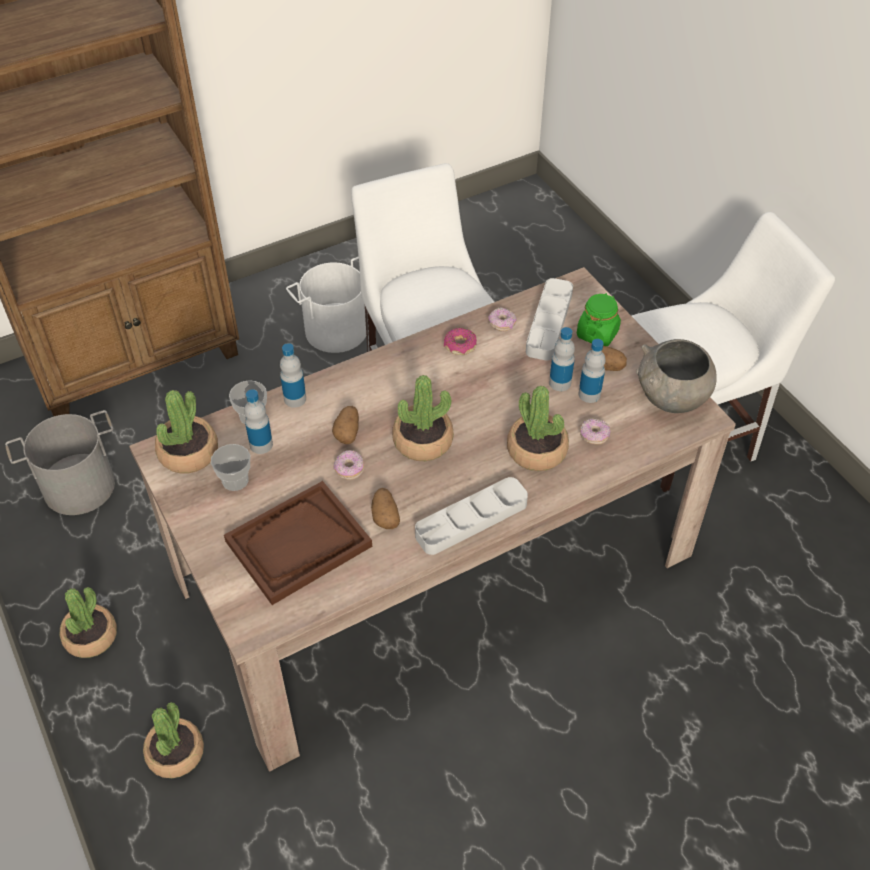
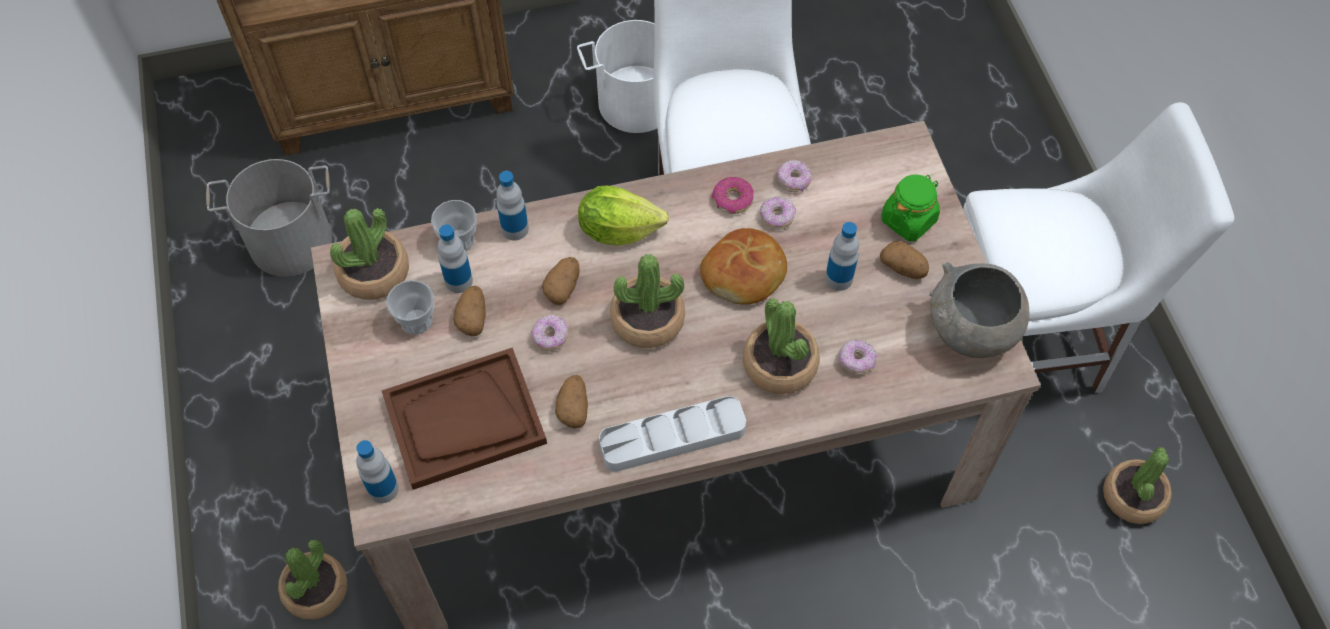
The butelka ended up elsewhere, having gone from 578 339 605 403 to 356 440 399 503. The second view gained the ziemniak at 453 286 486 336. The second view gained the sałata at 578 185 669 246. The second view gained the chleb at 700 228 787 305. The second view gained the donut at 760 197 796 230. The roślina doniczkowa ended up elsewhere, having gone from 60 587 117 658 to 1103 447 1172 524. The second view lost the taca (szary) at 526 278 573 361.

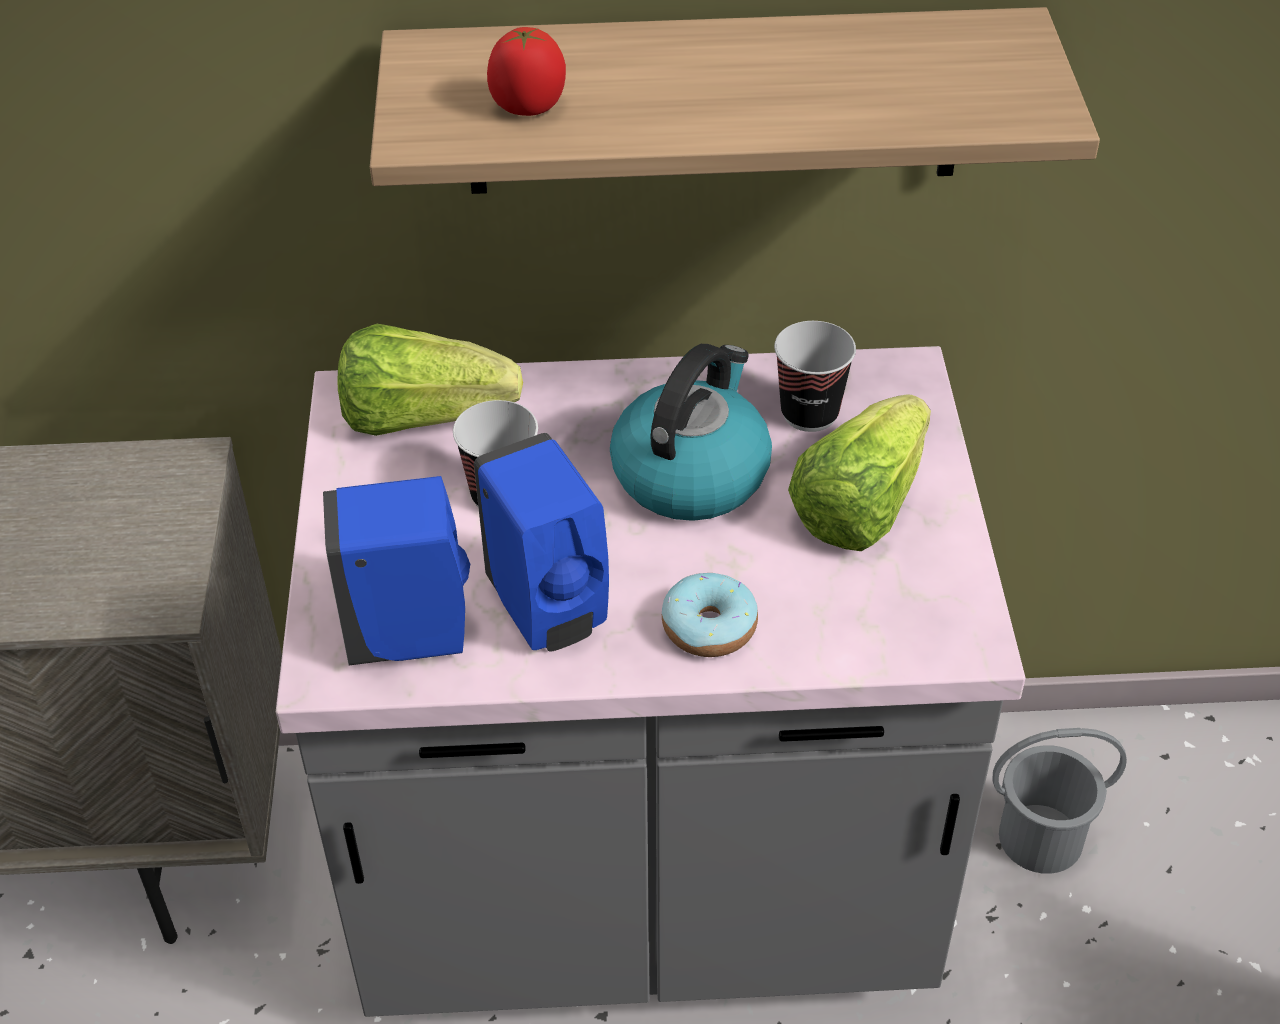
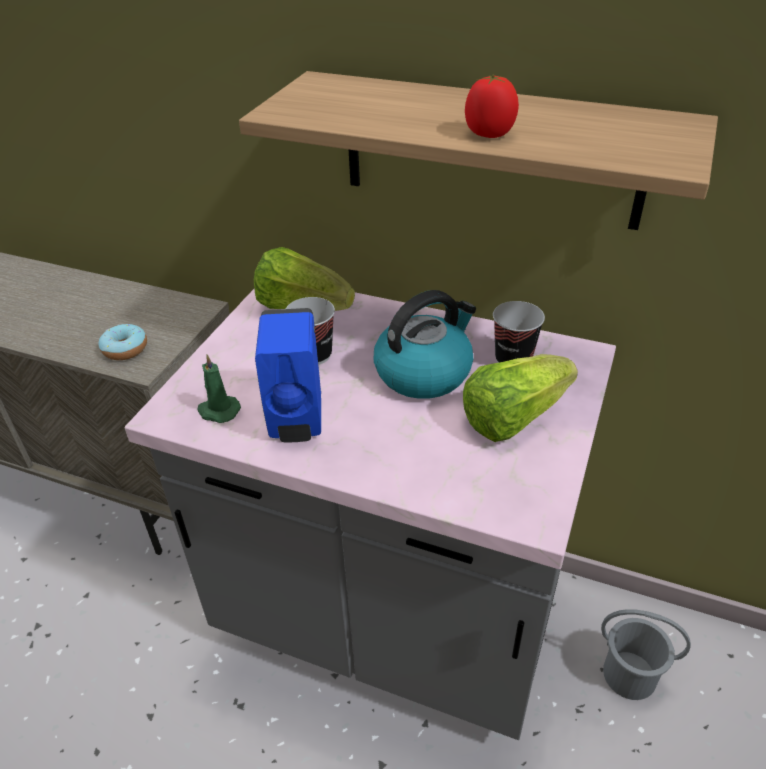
The donut ended up elsewhere, having gone from 662 573 758 657 to 98 324 147 360. Where the dozownik mydła (niebieski) stood at 323 476 470 665, the świeca (zielony) came to stand at 197 354 241 423. The pomidor ended up elsewhere, having gone from 487 27 566 116 to 465 75 519 138.

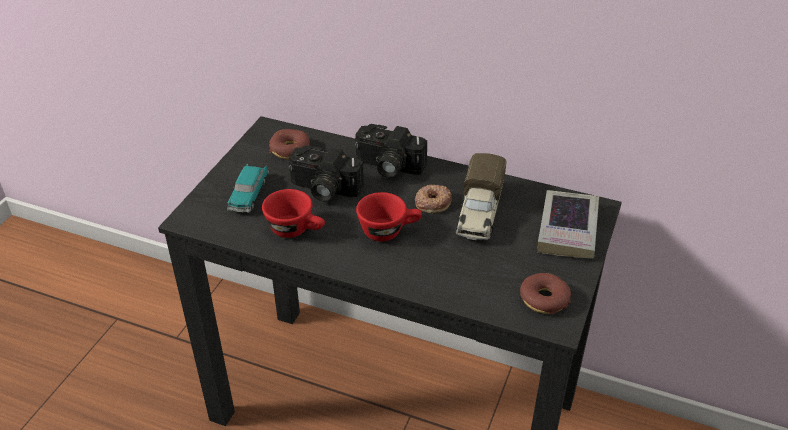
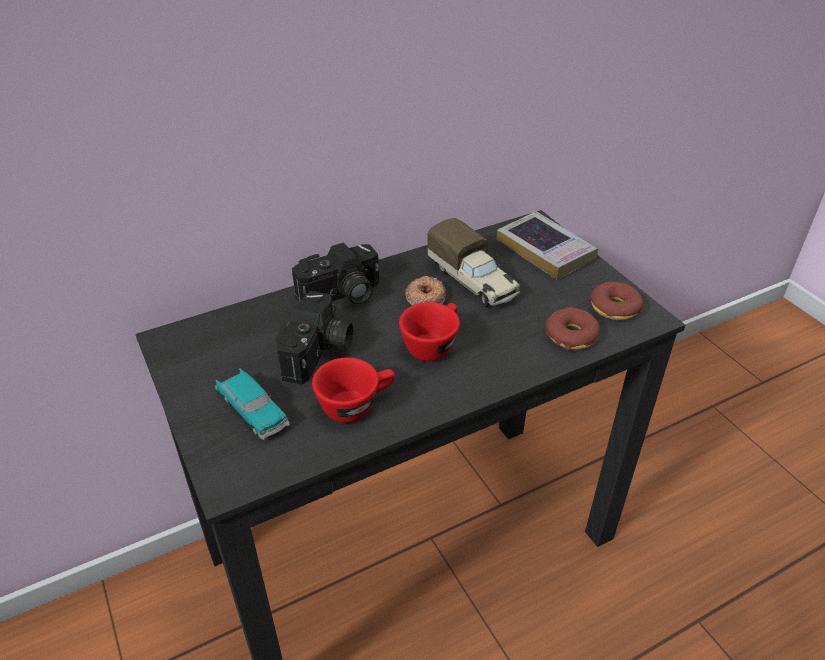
The aparat fotograficzny at 288 145 364 202 ended up facing another way, 45 degrees counterclockwise from before. The donut ended up elsewhere, having gone from 269 129 310 159 to 546 307 600 351.

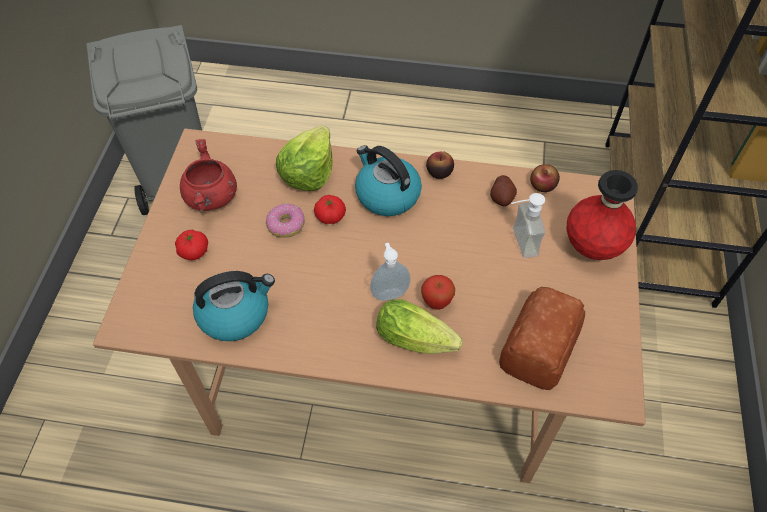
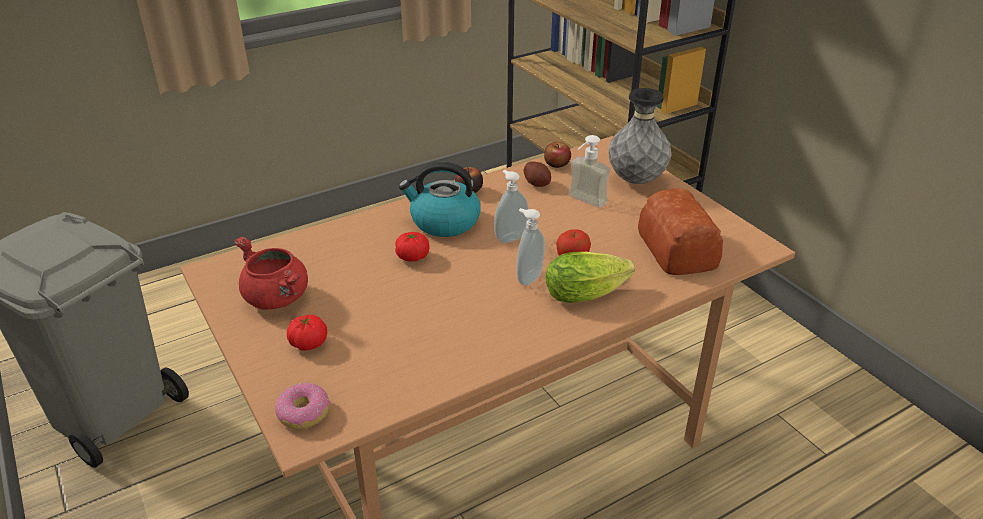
The donut ended up elsewhere, having gone from 266 204 305 238 to 275 382 330 430. The second view gained the dozownik mydła at 494 170 529 243. What was the wazon (czerwony) at 566 170 638 260 turned into the wazon (szary) at 609 88 672 184. The second view lost the czajnik at 193 271 275 341. The second view lost the sałata at 276 126 333 191.

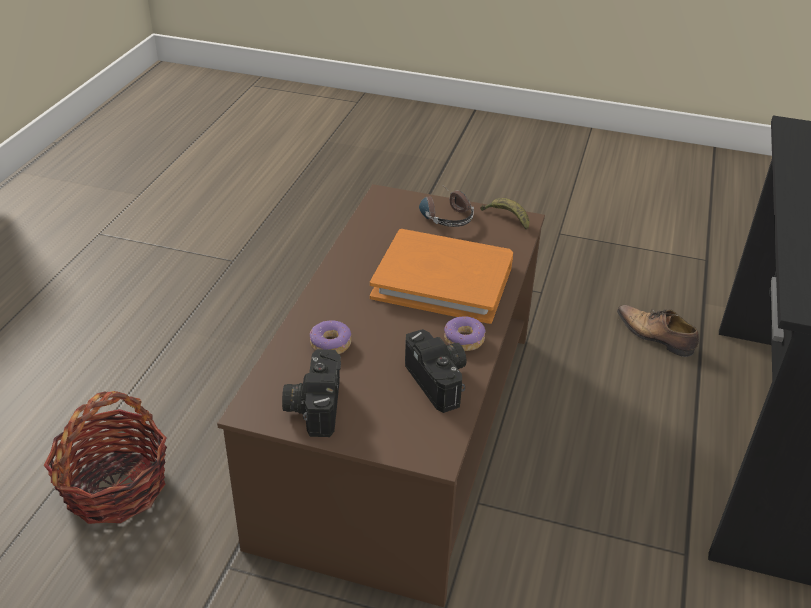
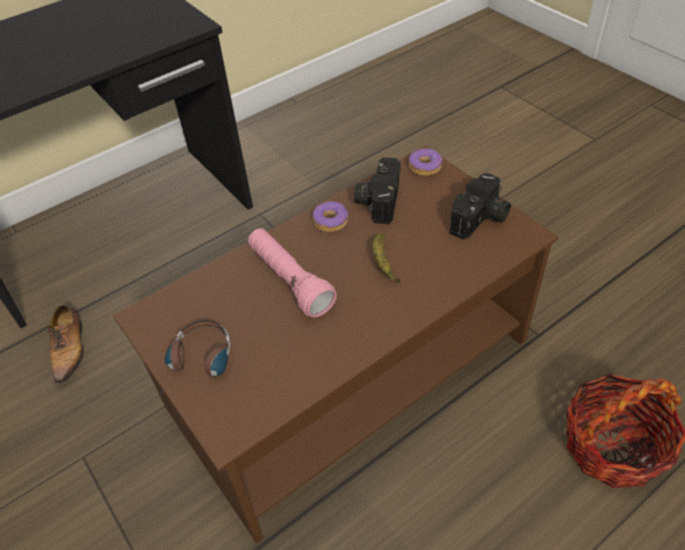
Where the książka (pomarańczowy) stood at 370 229 513 324, the latarka (różowy) came to stand at 248 228 337 317. The banan ended up elsewhere, having gone from 480 198 529 230 to 372 234 400 284. The donut ended up elsewhere, having gone from 310 320 351 354 to 409 149 443 176.

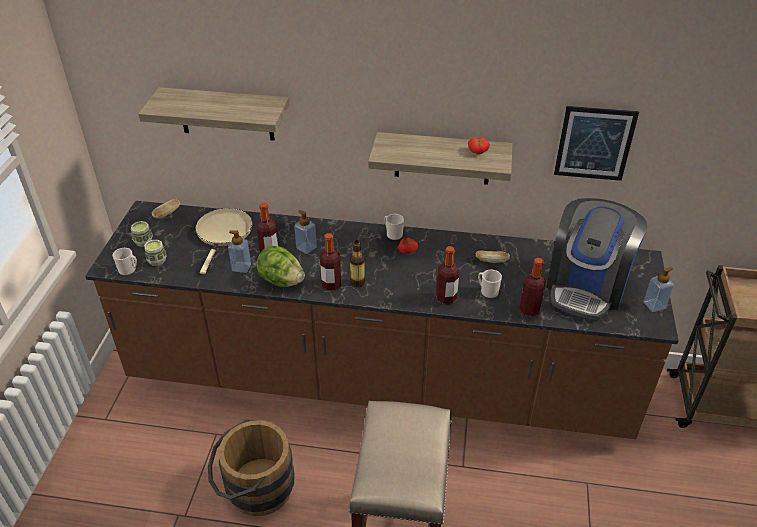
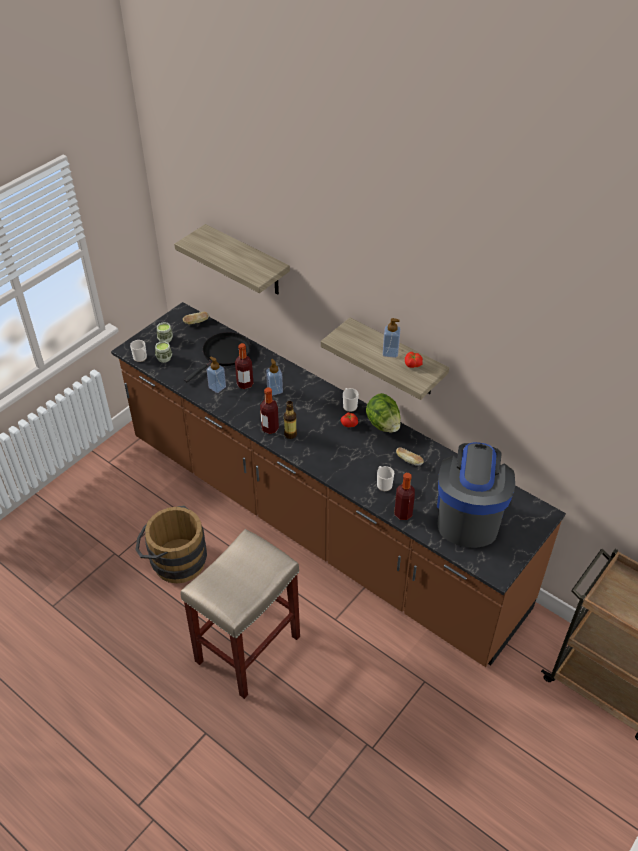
What was the patelnia (beżowy) at 195 208 252 274 turned into the patelnia (czarny) at 184 332 251 382. The sałata ended up elsewhere, having gone from 257 246 305 287 to 366 393 401 433. The dozownik mydła ended up elsewhere, having gone from 643 267 674 312 to 383 318 401 358. The ekspres do kawy at 546 198 647 320 ended up facing another way, 135 degrees clockwise from before. The second view lost the butelka at 436 246 459 305. The second view lost the obraz at 554 106 639 181.

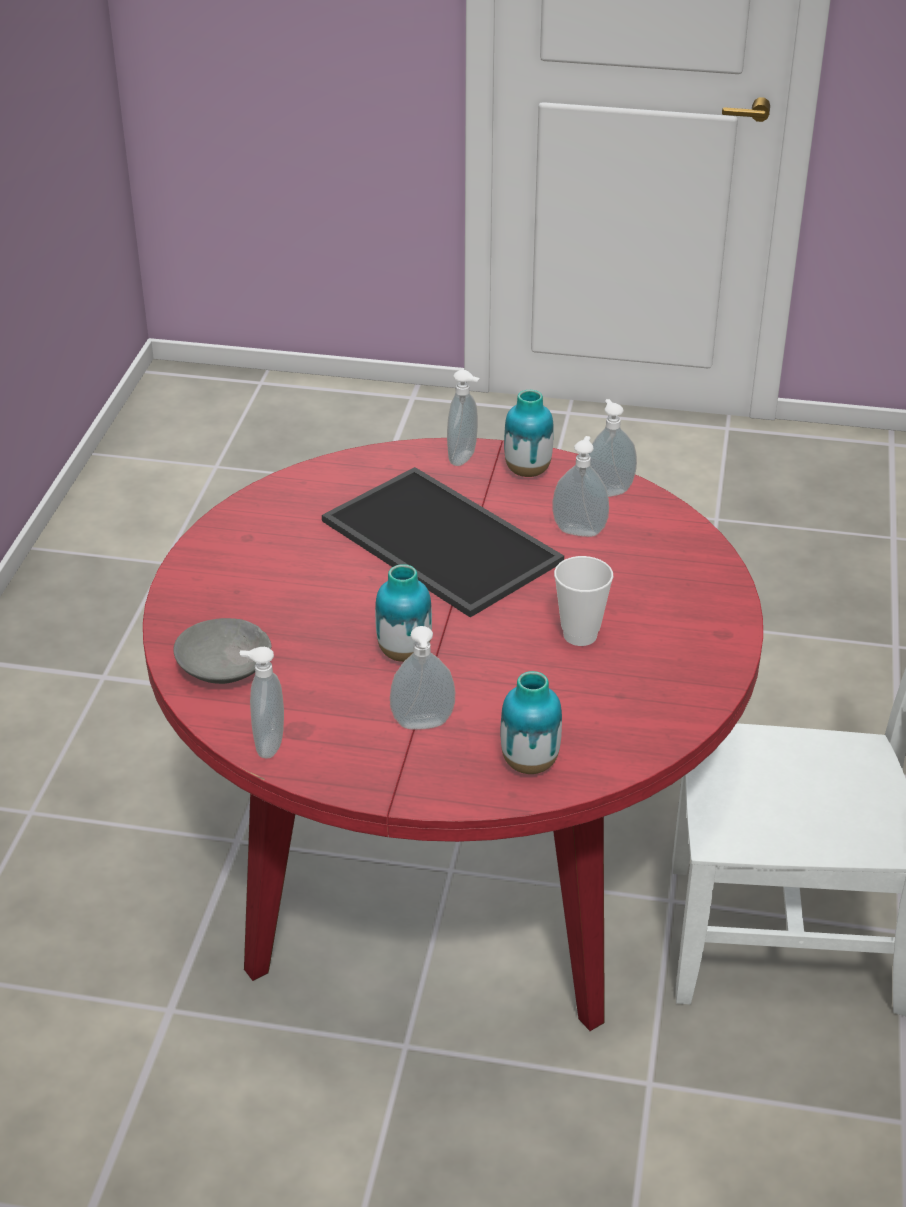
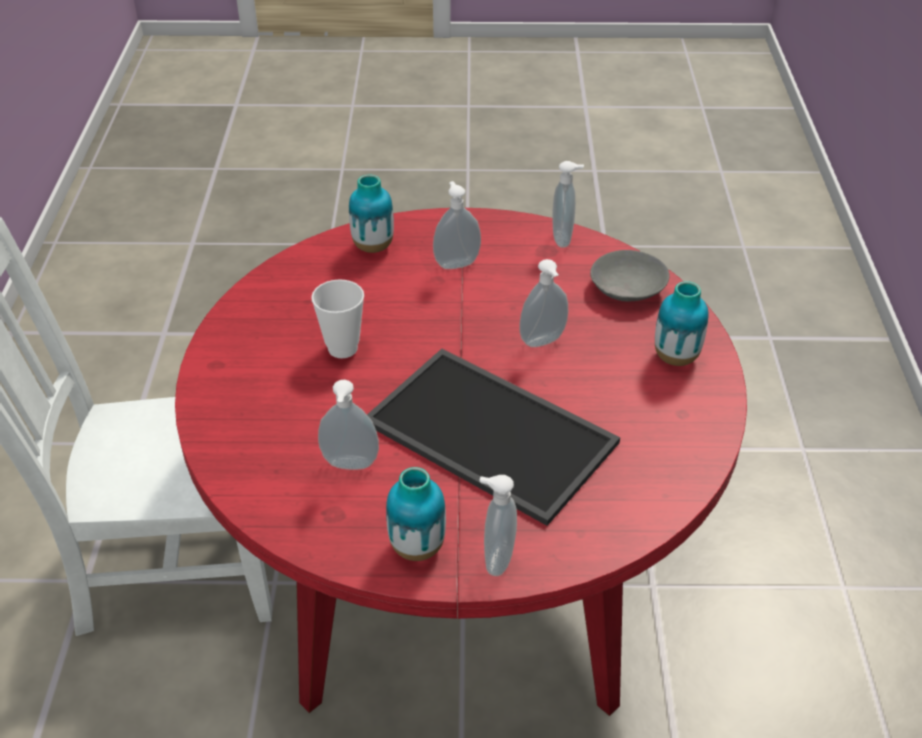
The dozownik mydła ended up elsewhere, having gone from 588 399 637 497 to 519 259 568 347. The wazon ended up elsewhere, having gone from 375 564 432 662 to 655 281 708 366.

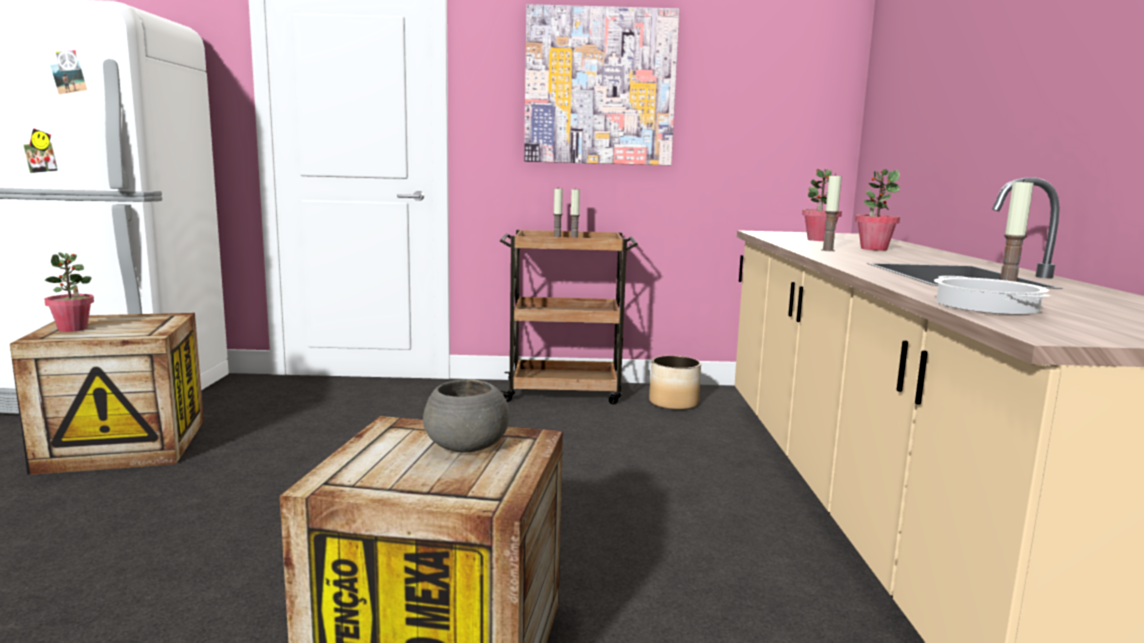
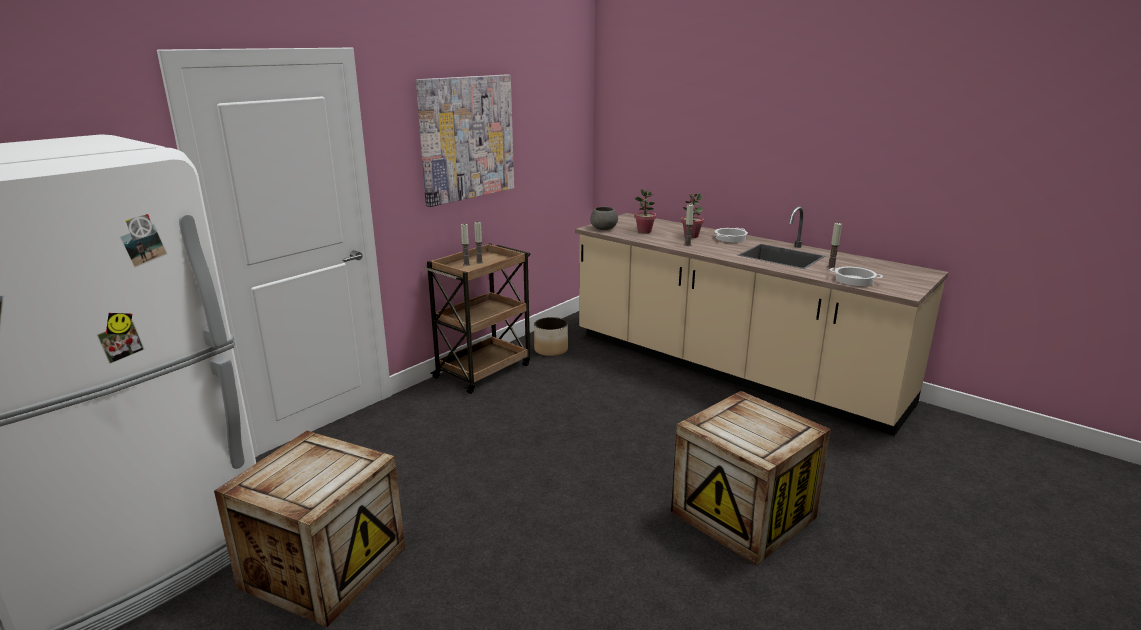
The miska (szary) ended up elsewhere, having gone from 423 379 510 453 to 590 207 618 230. The second view gained the garnek at 715 228 748 243. The second view lost the roślina doniczkowa at 44 252 94 332.

